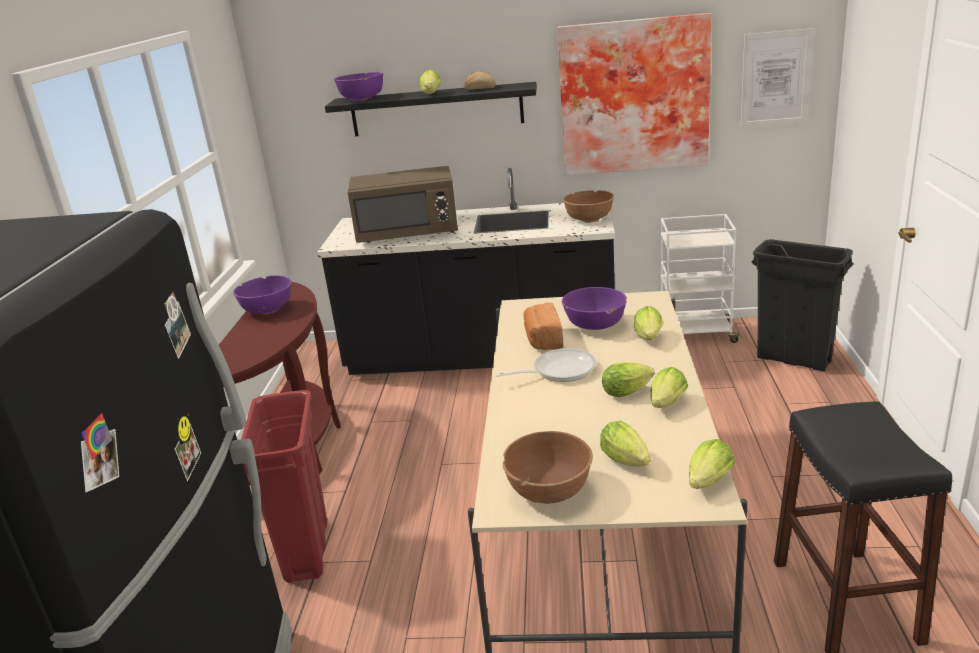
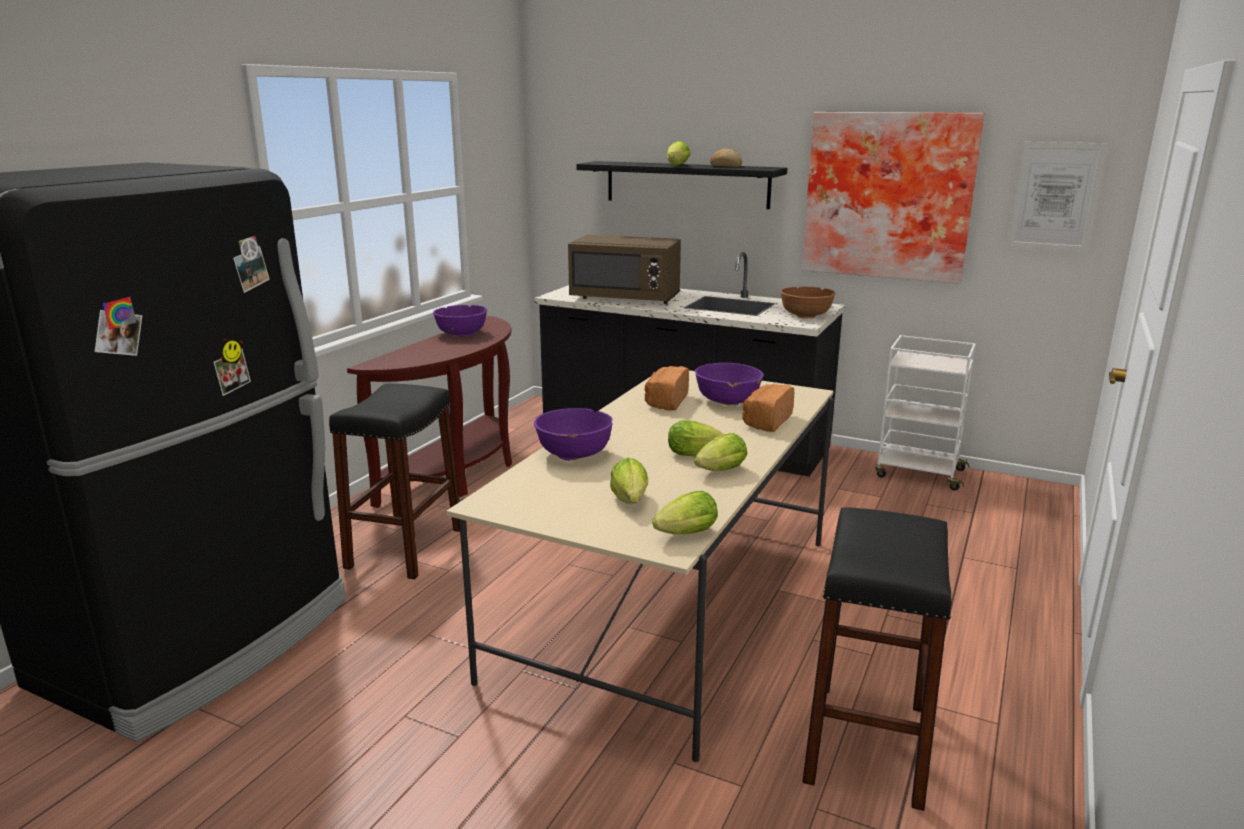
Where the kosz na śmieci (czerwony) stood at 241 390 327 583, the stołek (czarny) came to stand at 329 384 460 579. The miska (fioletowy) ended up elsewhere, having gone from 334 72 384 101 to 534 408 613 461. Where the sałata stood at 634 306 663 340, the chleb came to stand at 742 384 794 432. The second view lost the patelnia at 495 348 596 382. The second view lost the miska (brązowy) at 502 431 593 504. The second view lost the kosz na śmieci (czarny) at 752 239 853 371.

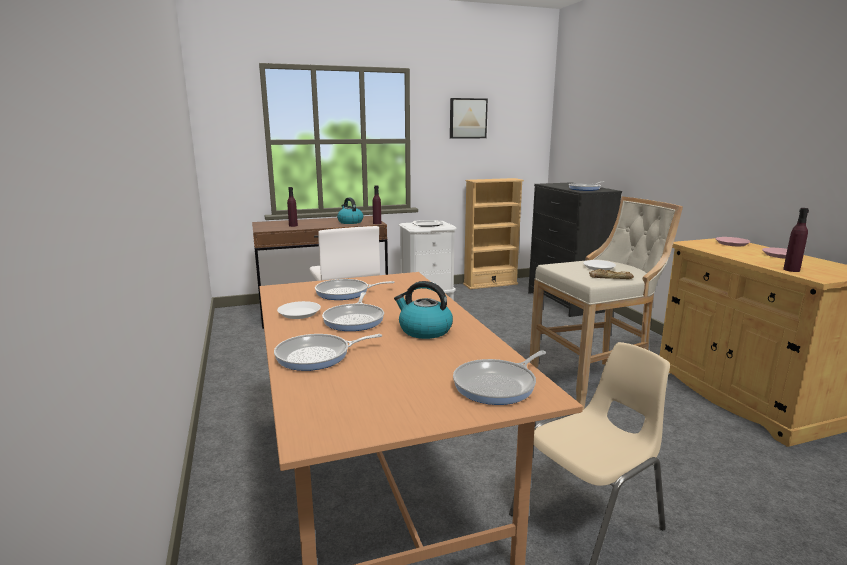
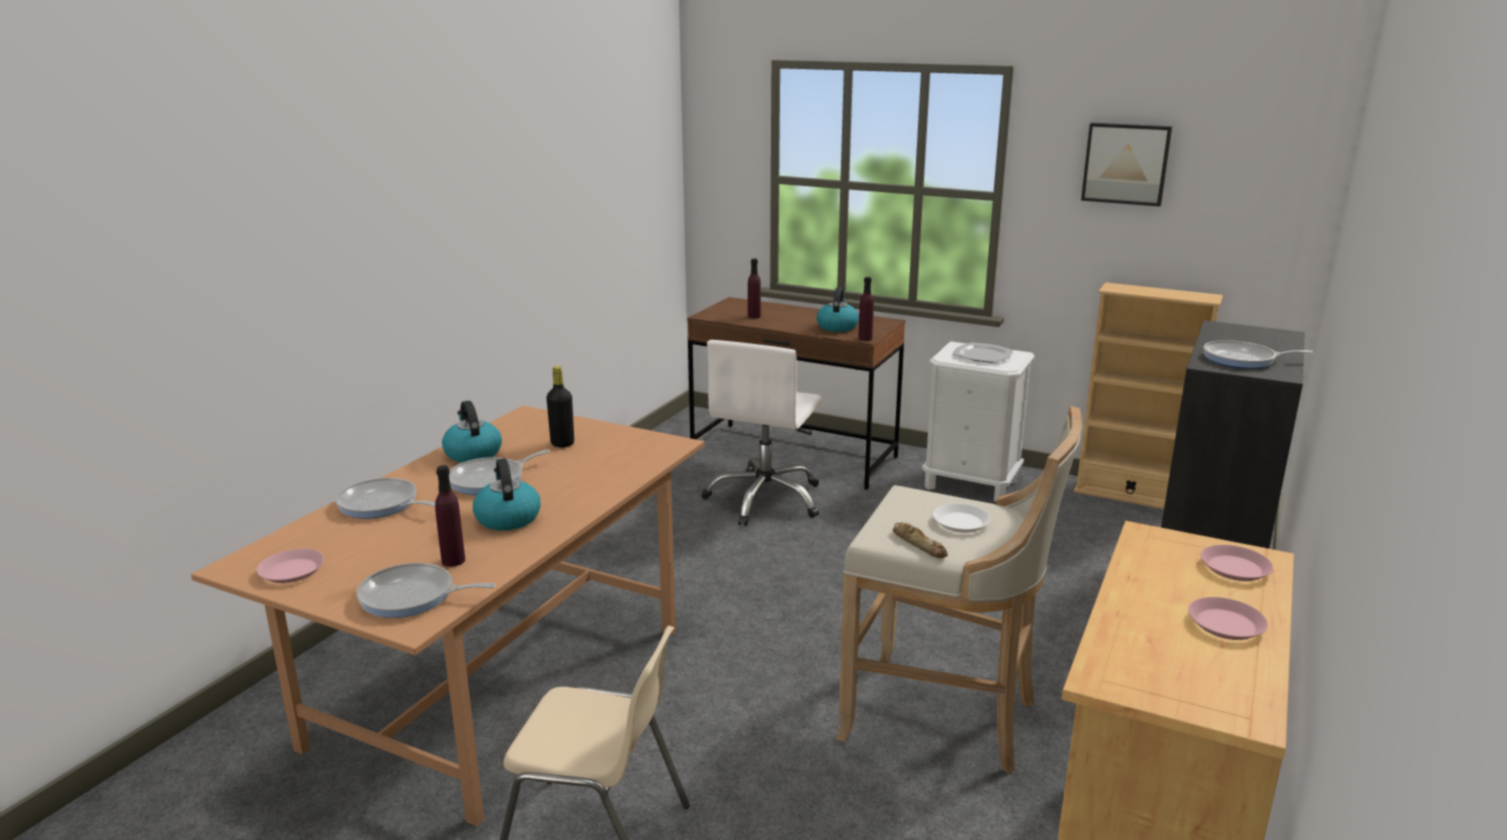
The second view gained the talerz (różowy) at 256 549 324 583. The butelka (fioletowy) ended up elsewhere, having gone from 783 208 809 272 to 435 465 465 567. Where the talerz (biały) stood at 277 301 321 319, the czajnik came to stand at 442 401 502 463. Where the patelnia stood at 315 279 395 300, the butelka (czarny) came to stand at 546 366 574 447.

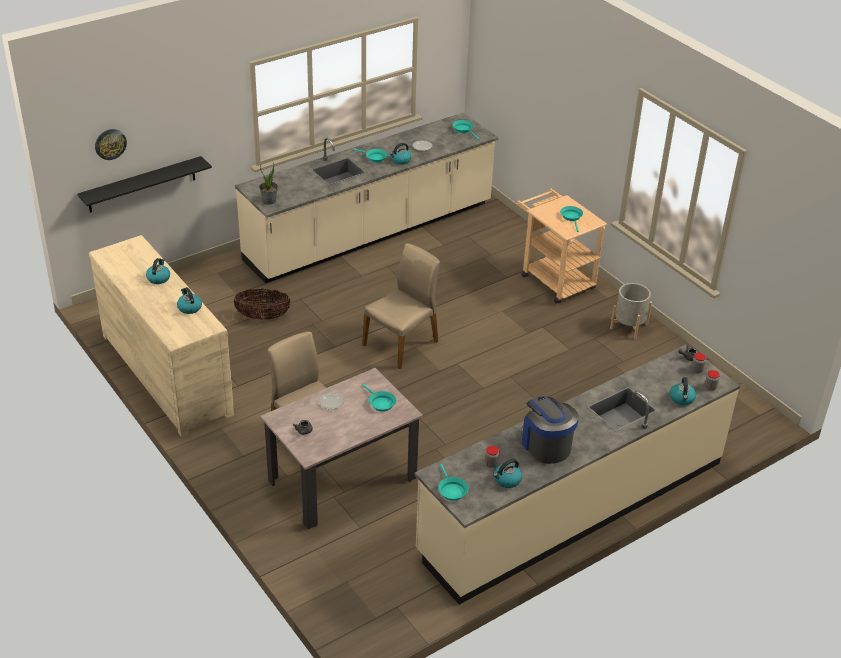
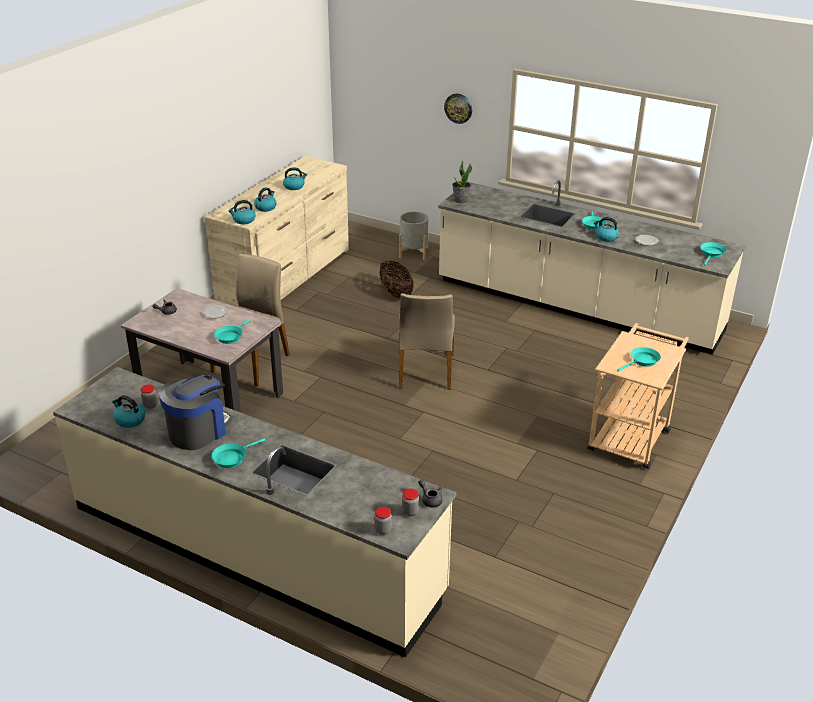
The patelnia (turkusowy) ended up elsewhere, having gone from 438 464 469 501 to 212 438 265 468. The czajnik ended up elsewhere, having gone from 670 377 696 405 to 229 200 255 224. The donica (szary) ended up elsewhere, having gone from 610 283 652 339 to 399 211 429 260. The krzesło (beżowy) at 362 243 440 369 ended up facing another way, 75 degrees clockwise from before. The zegar ścienny ended up elsewhere, having gone from 95 129 127 160 to 444 94 472 124. The second view lost the półka (czarny) at 77 156 212 213.

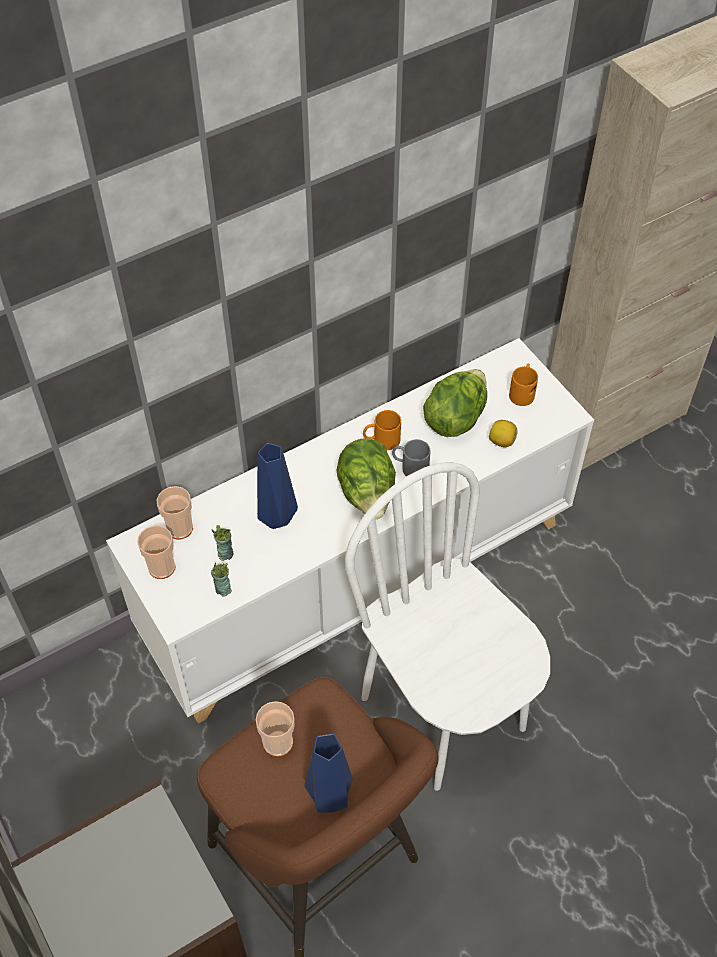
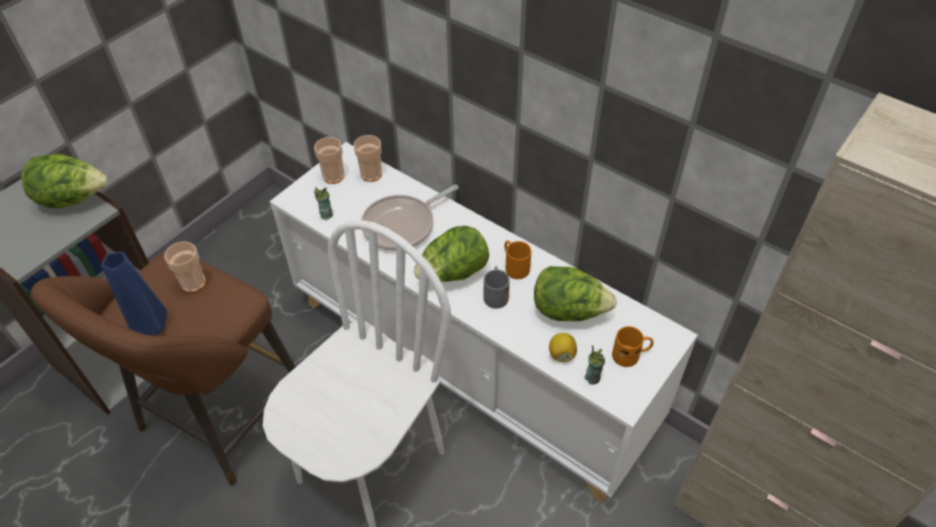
The second view gained the sałata at 22 154 108 208. Where the wazon (niebieski) stood at 257 443 298 529, the patelnia came to stand at 361 185 459 251. The filiżanka ended up elsewhere, having gone from 212 525 233 561 to 584 345 605 385.

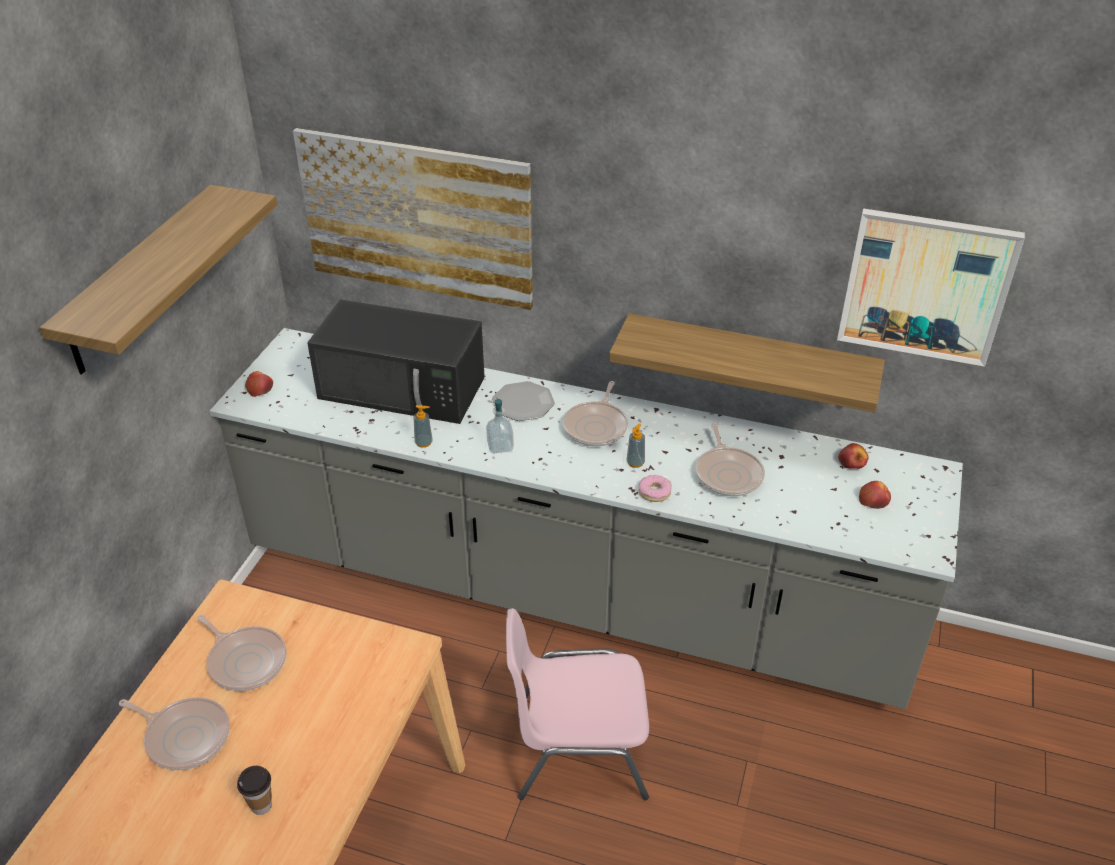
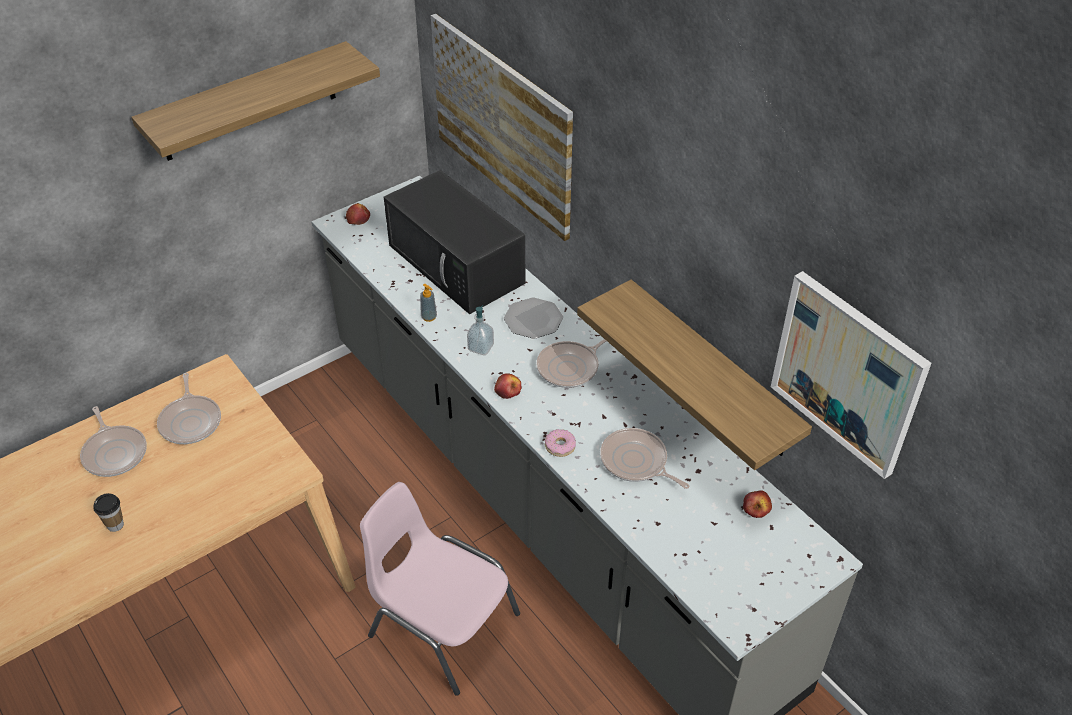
The jabłko ended up elsewhere, having gone from 859 481 891 509 to 494 373 521 399. The patelnia at 696 423 765 496 ended up facing another way, 105 degrees clockwise from before. The second view lost the dozownik mydła at 627 424 645 468.

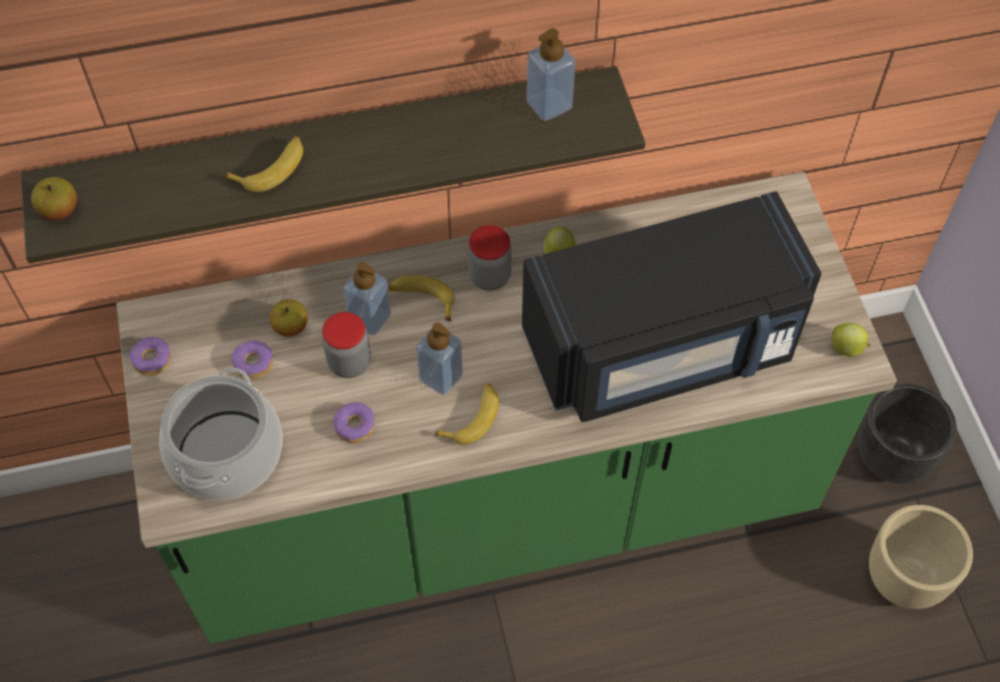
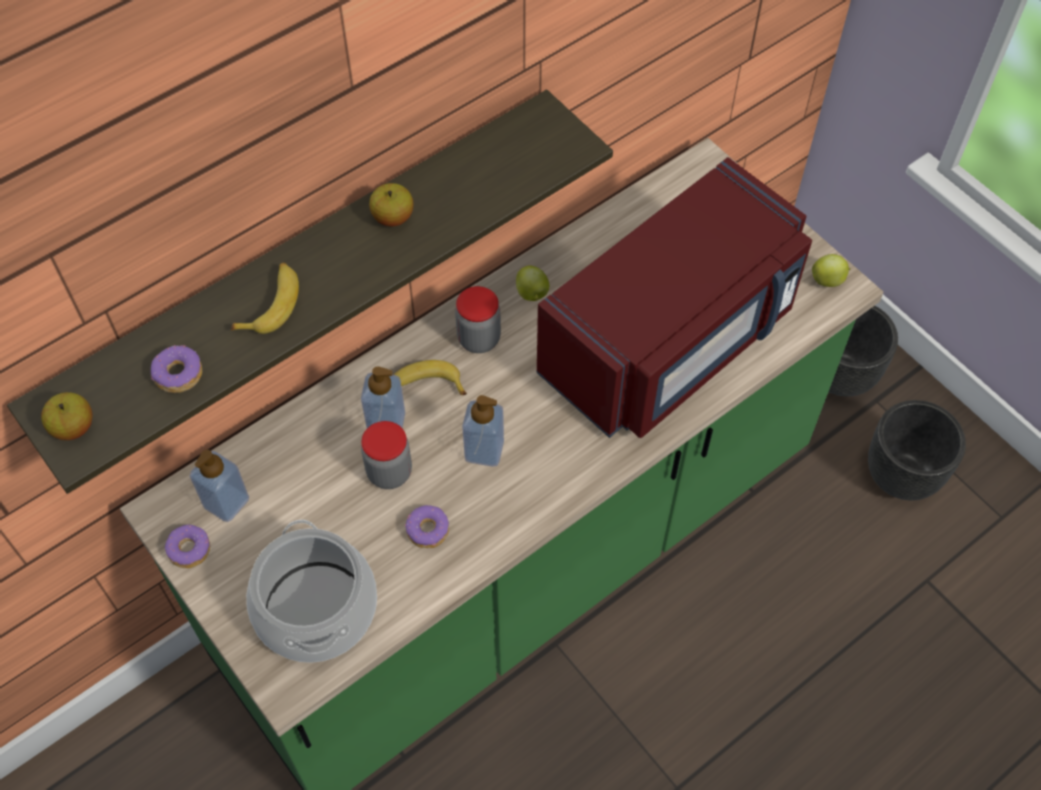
The donut ended up elsewhere, having gone from 231 340 273 379 to 151 345 202 393. The dozownik mydła ended up elsewhere, having gone from 527 28 575 121 to 190 450 249 522. The jabłko ended up elsewhere, having gone from 269 299 308 337 to 369 183 413 227. What was the mikrofalówka (czarny) at 522 191 822 422 turned into the mikrofalówka (czerwony) at 537 157 812 438. What was the donica (beżowy) at 869 505 973 609 turned into the donica (czarny) at 868 400 966 500. The second view lost the banan at 435 384 499 445.

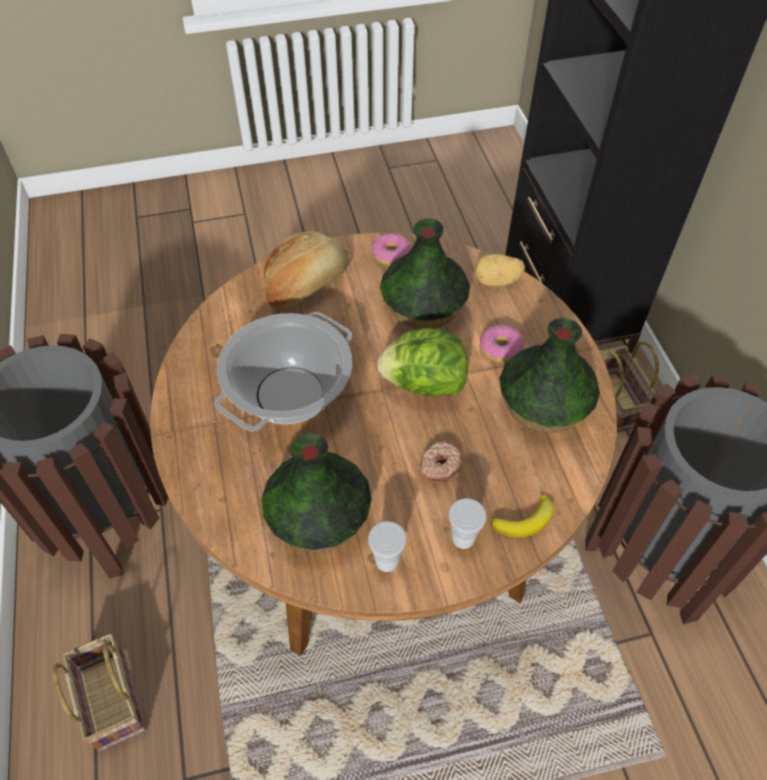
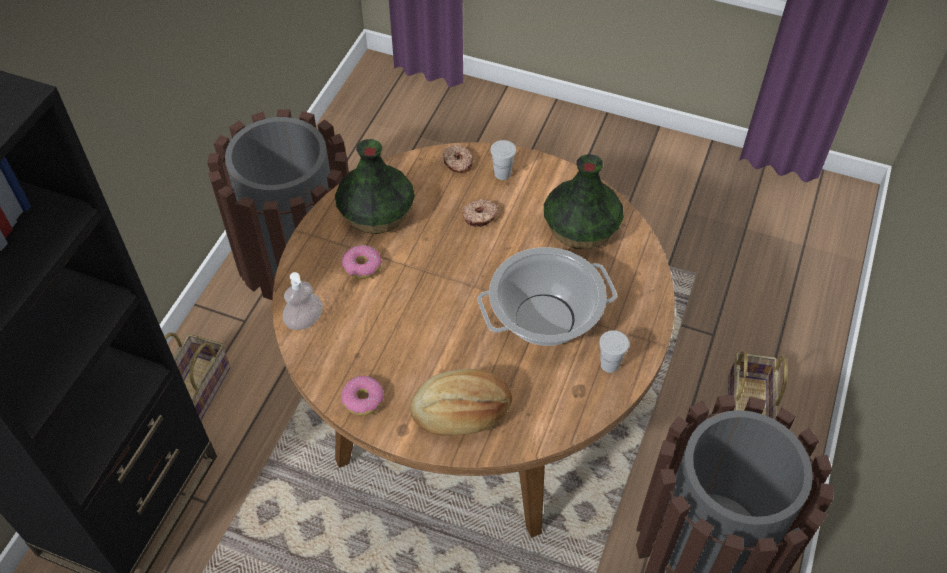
Where the ziemniak stood at 475 254 525 287, the dozownik mydła came to stand at 283 272 323 330. Where the banan stood at 491 494 554 538, the donut came to stand at 443 145 473 173. The filiżanka (biały) ended up elsewhere, having gone from 368 521 407 572 to 599 330 629 373. The second view lost the sałata at 377 328 468 396. The second view lost the wazon at 380 218 470 329.

